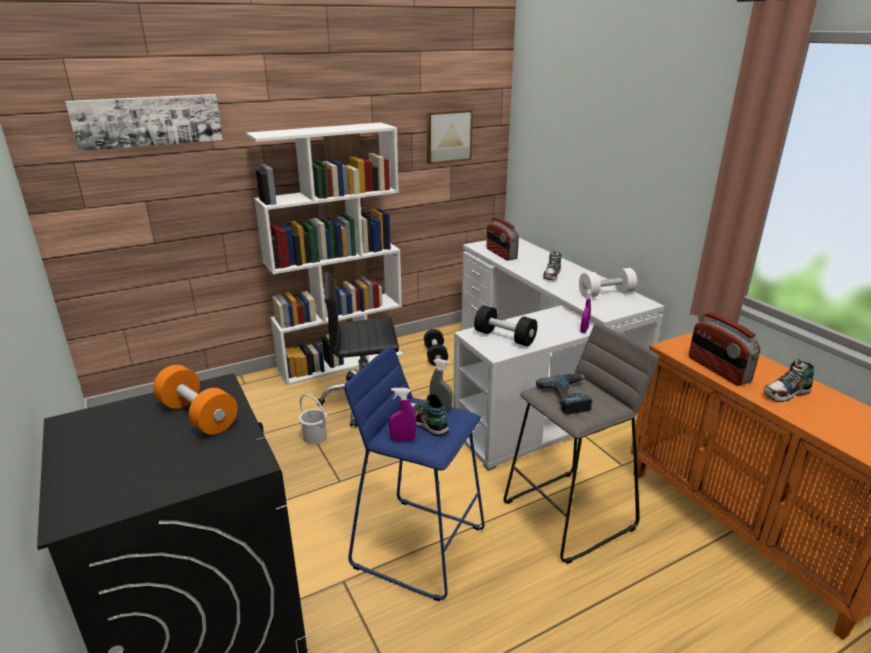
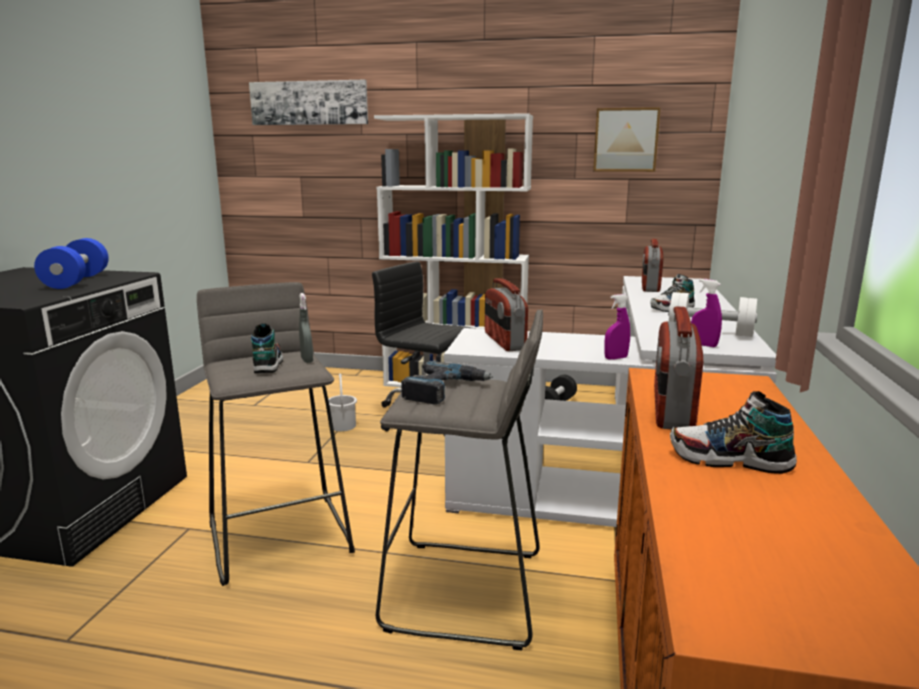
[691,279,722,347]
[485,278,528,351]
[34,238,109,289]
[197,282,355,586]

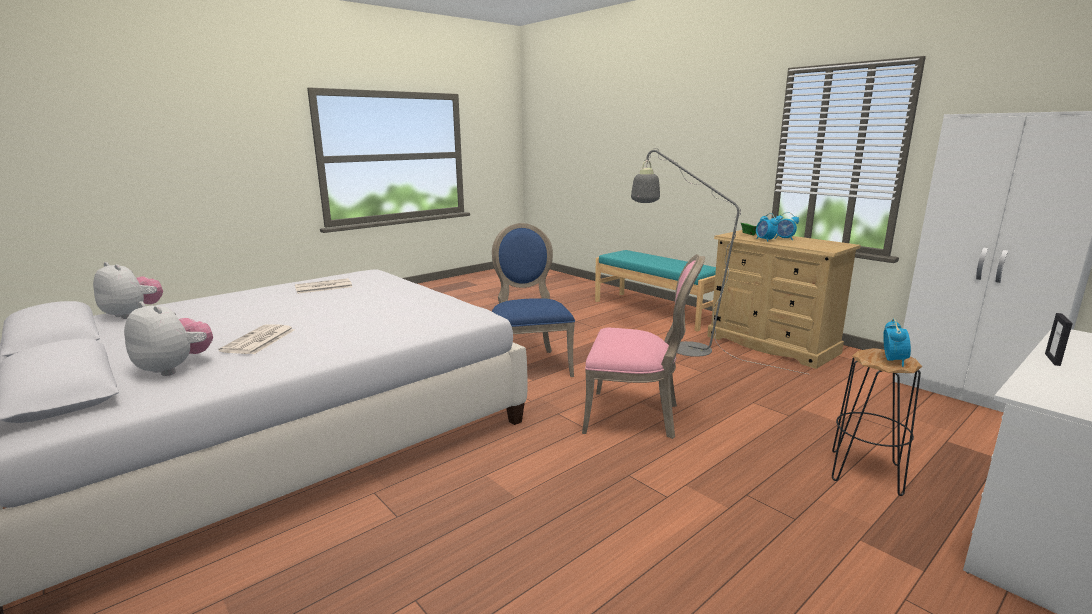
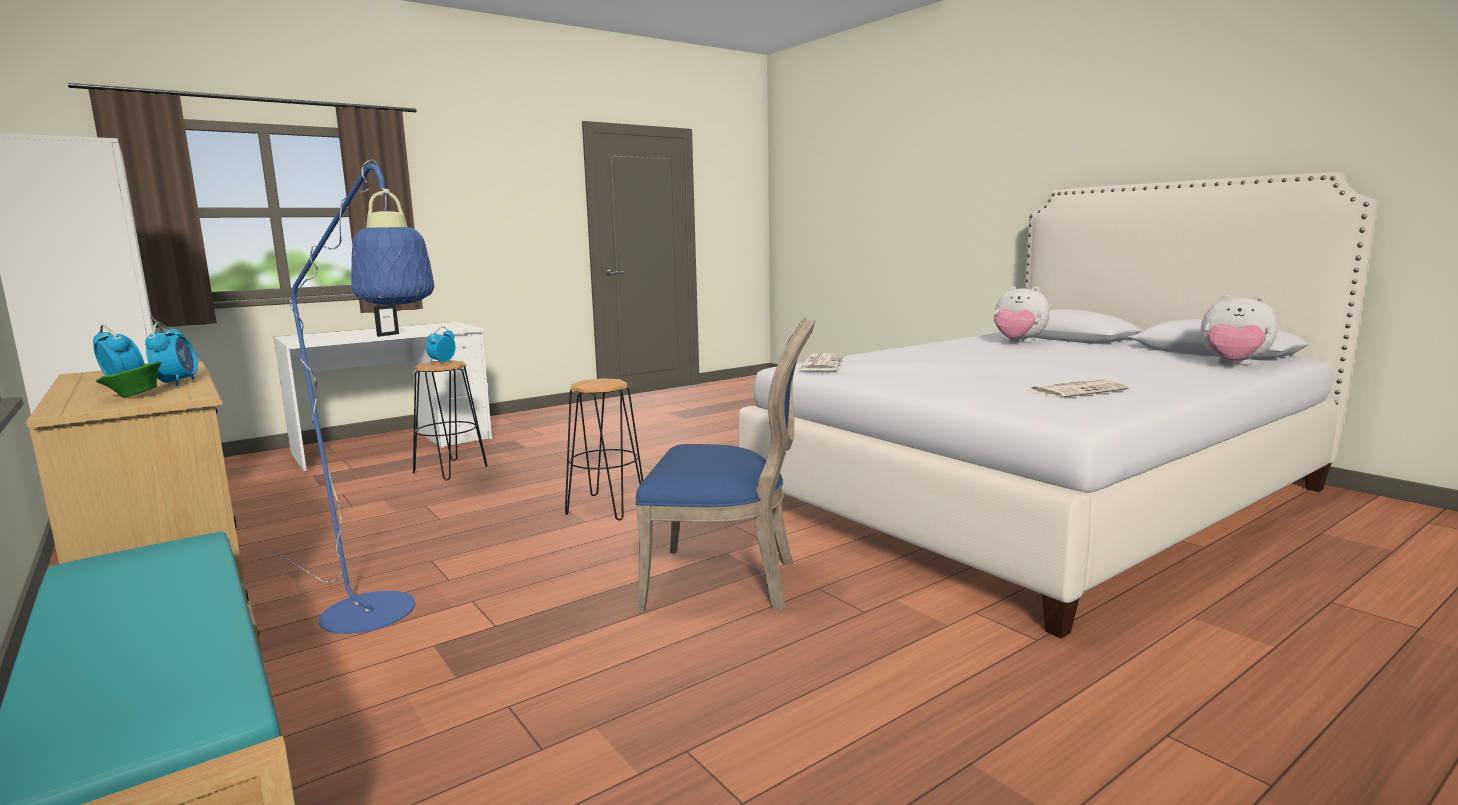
[798,353,843,370]
[565,378,643,520]
[274,160,435,634]
[635,317,815,612]

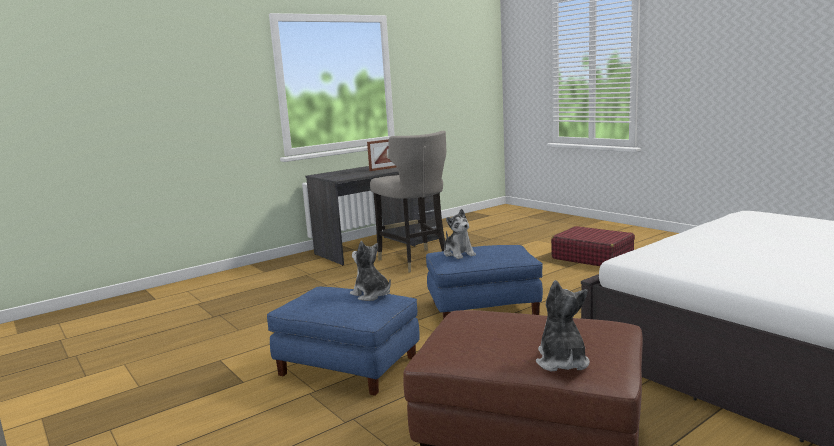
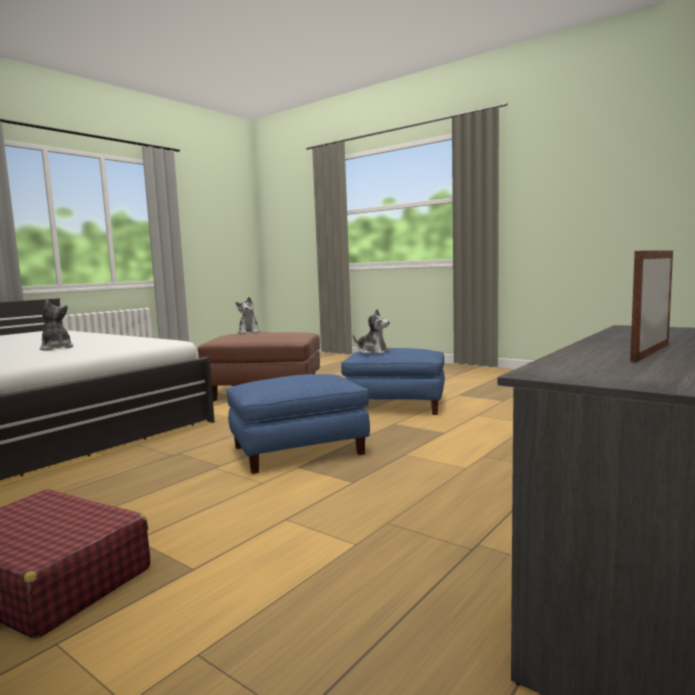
[370,131,446,272] (first image)
[40,300,74,350]

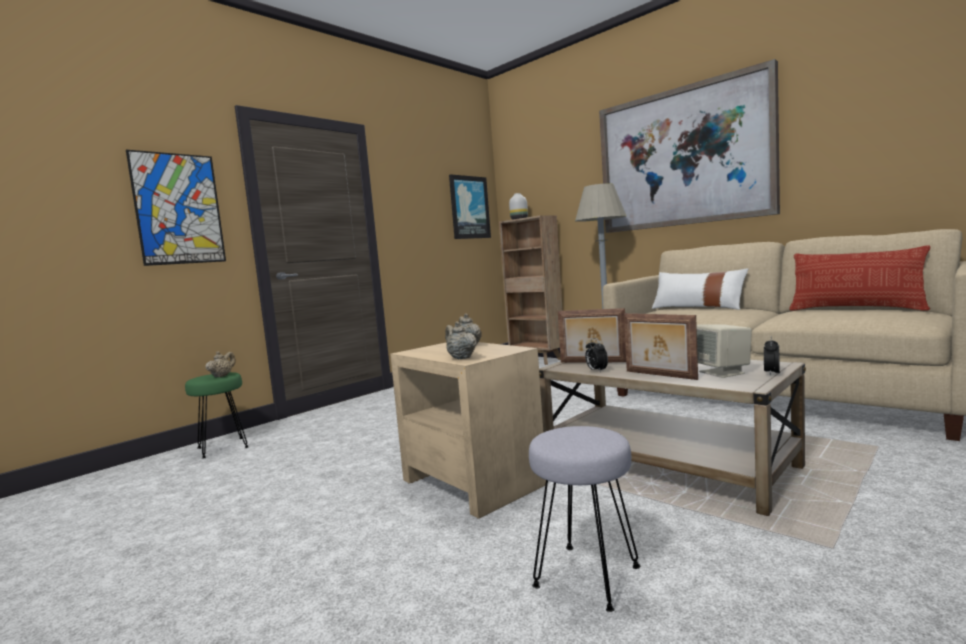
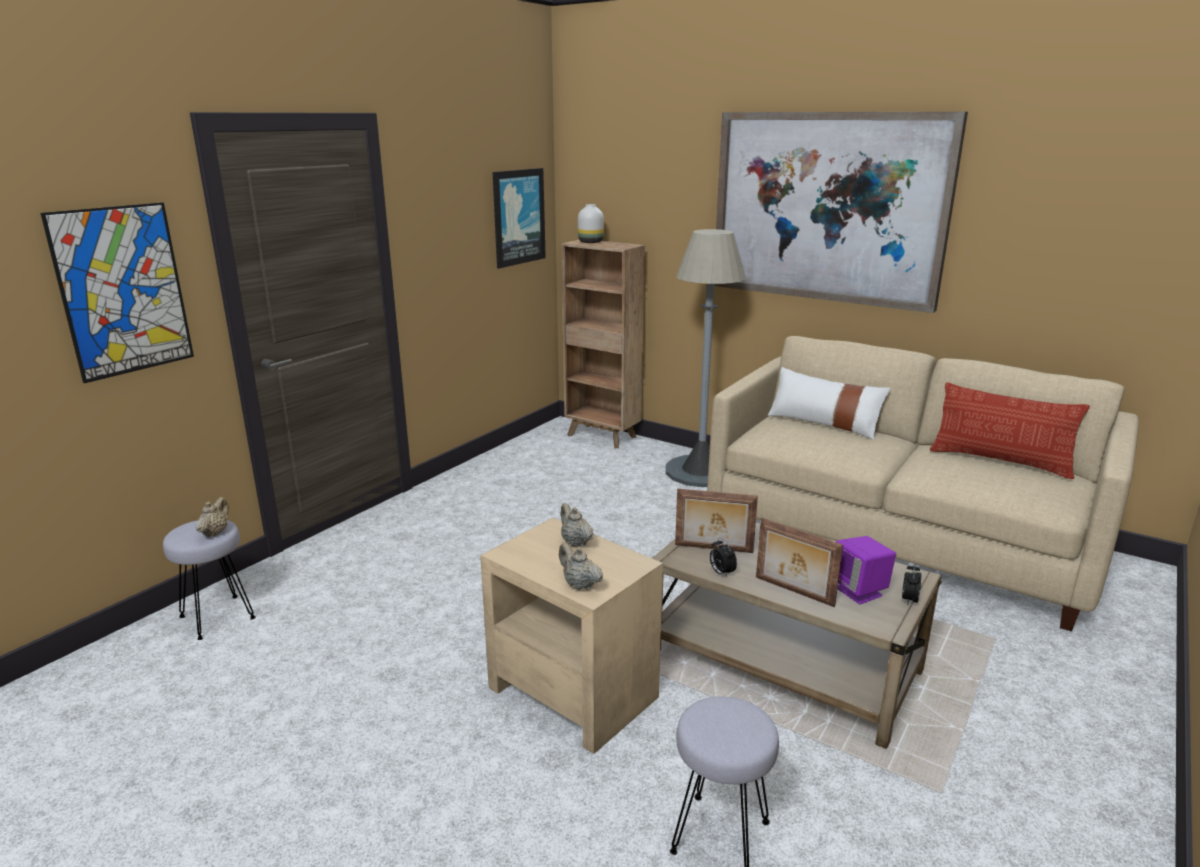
[163,520,256,640]
[836,536,896,604]

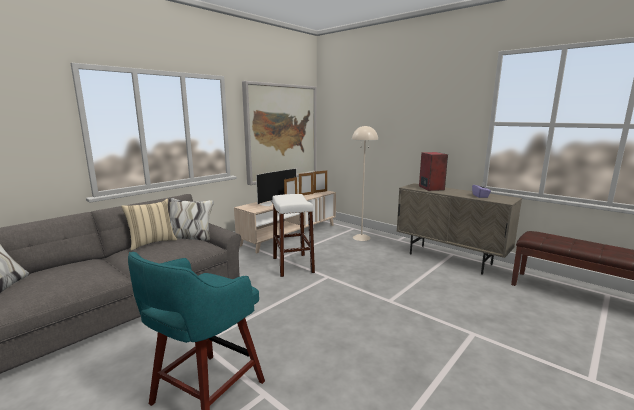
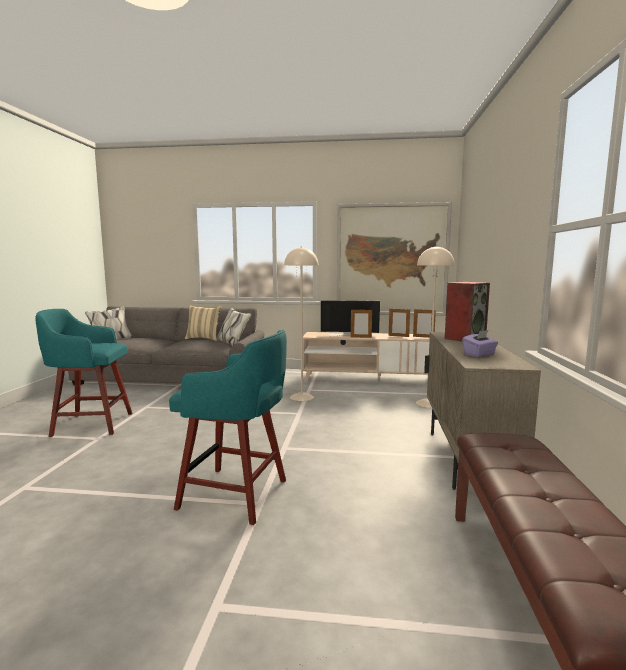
[169,330,287,525]
[284,247,319,401]

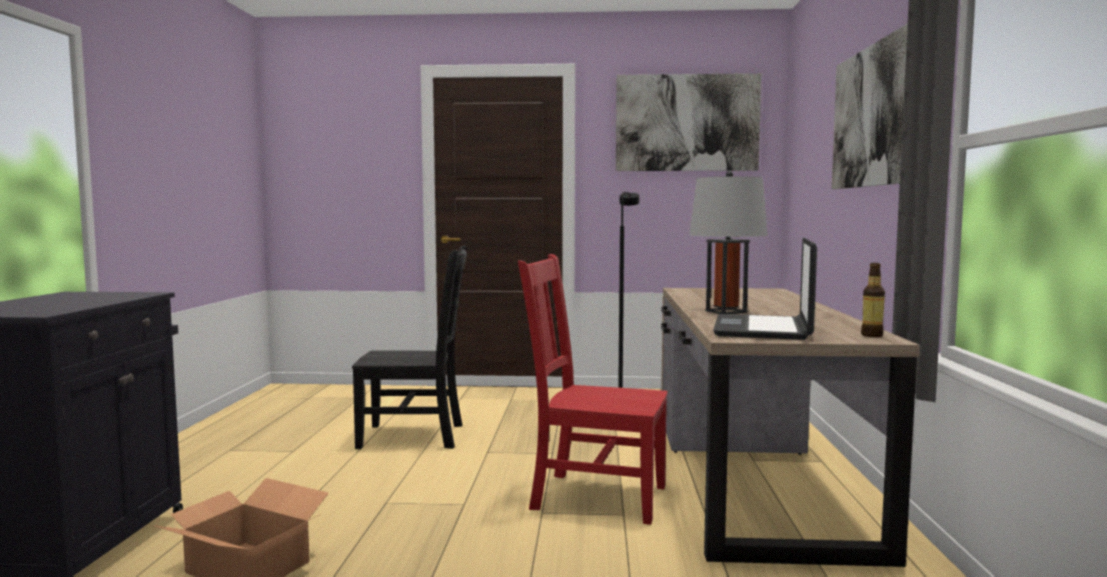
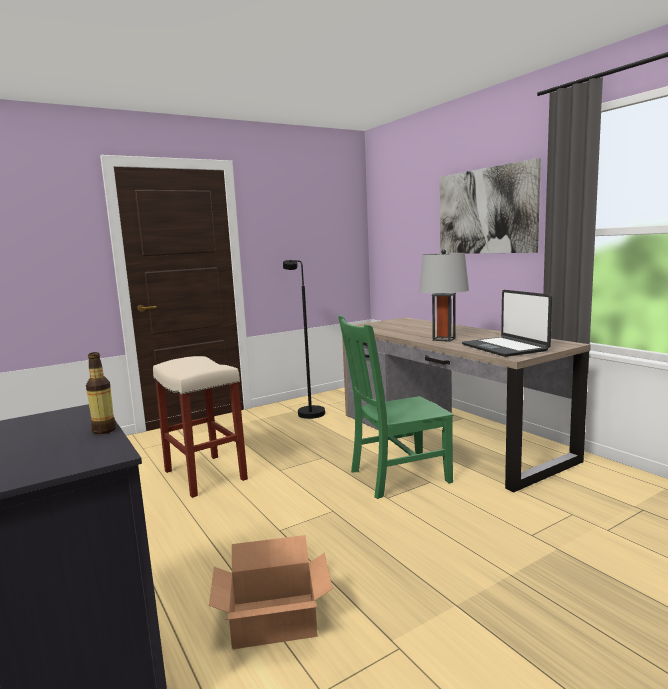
[616,73,761,171] (first image)
[86,352,116,434]
[153,356,248,498]
[338,315,453,499]

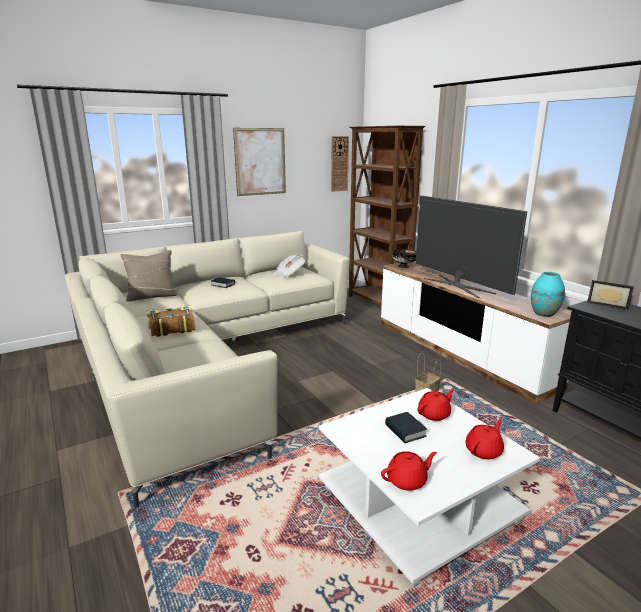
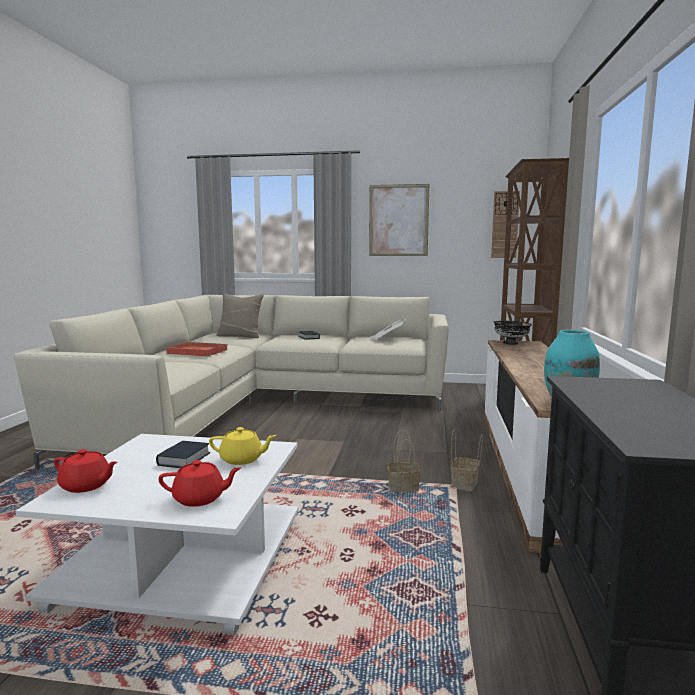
[416,195,527,298] (first image)
[587,280,634,310] (first image)
[451,430,483,491]
[166,342,228,357]
[209,427,276,465]

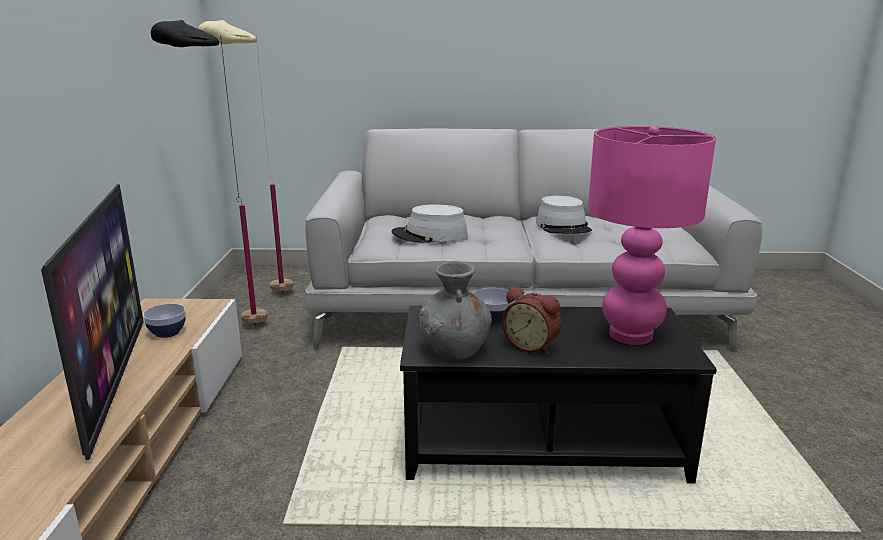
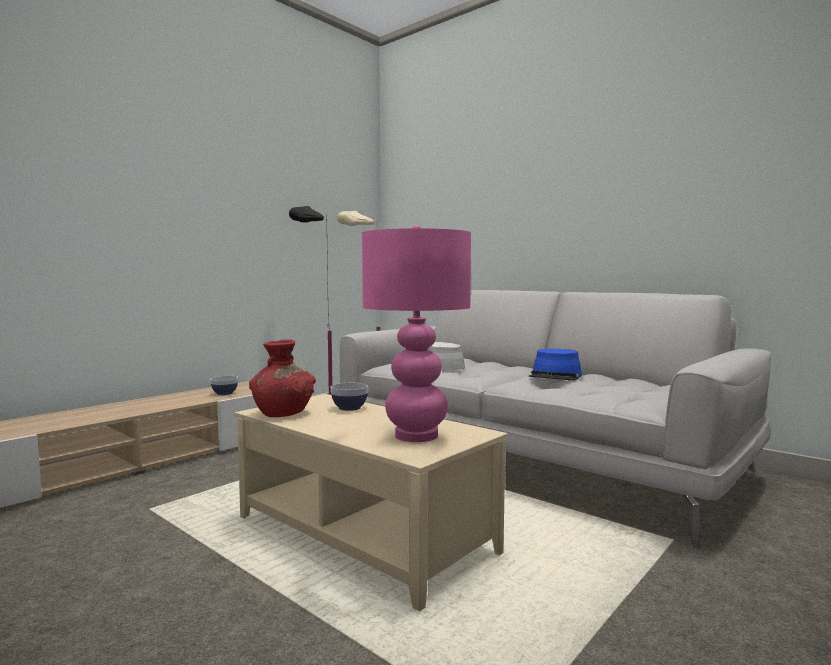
[41,184,144,460] (first image)
[502,287,562,354] (first image)
[235,394,508,611]
[249,339,316,417]
[528,349,582,381]

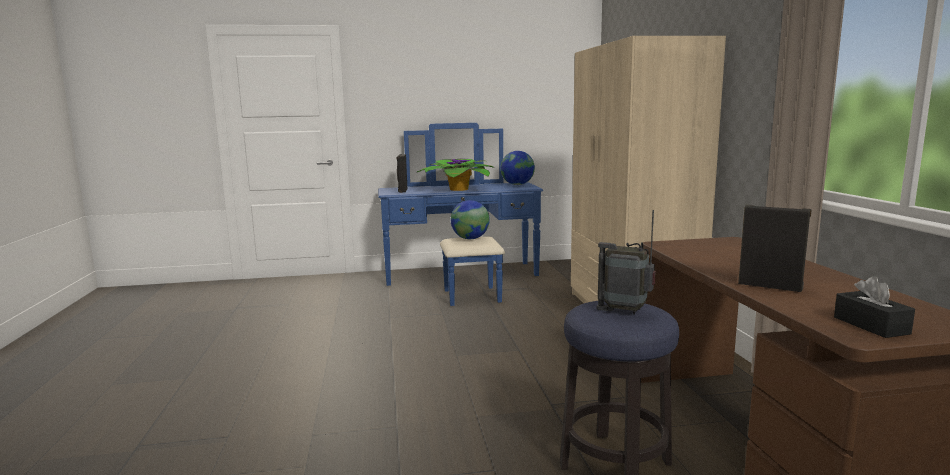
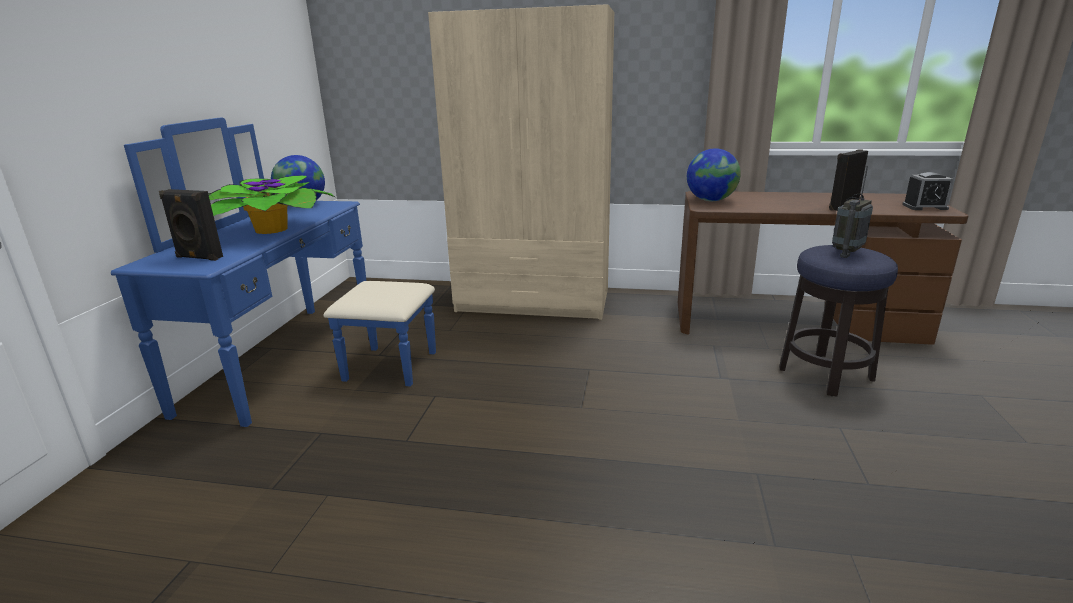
[687,148,741,201]
[902,172,954,210]

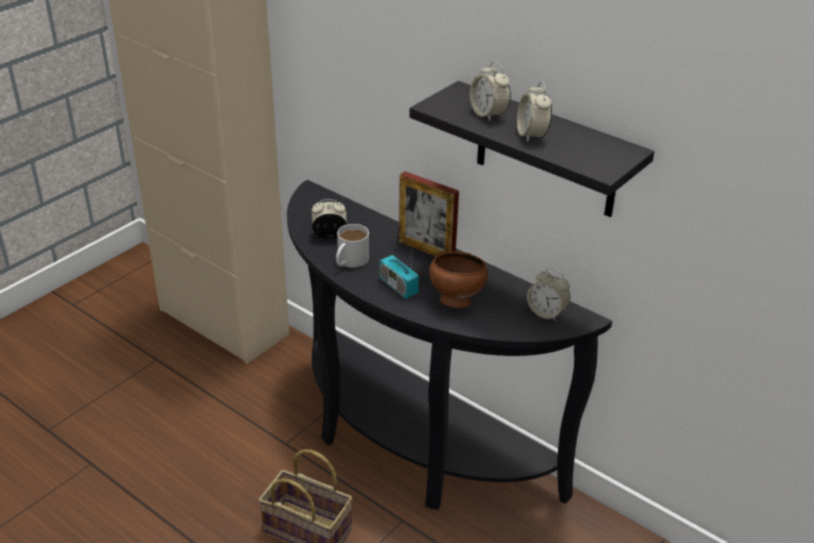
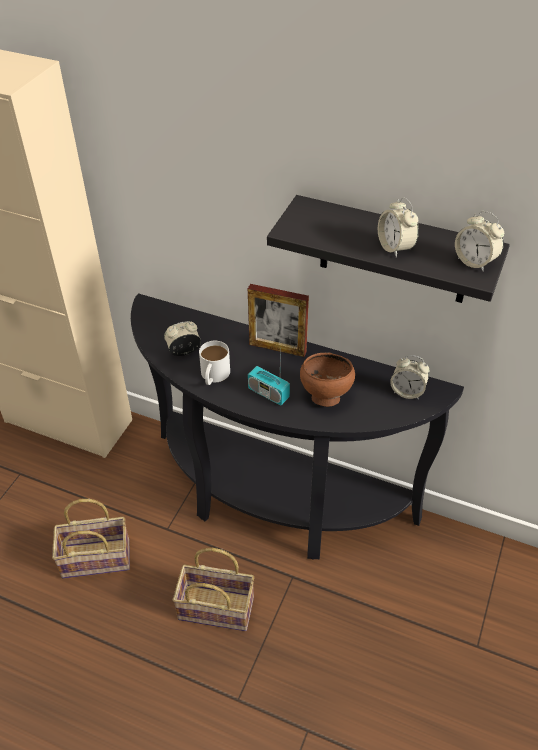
[52,499,130,579]
[455,211,504,272]

